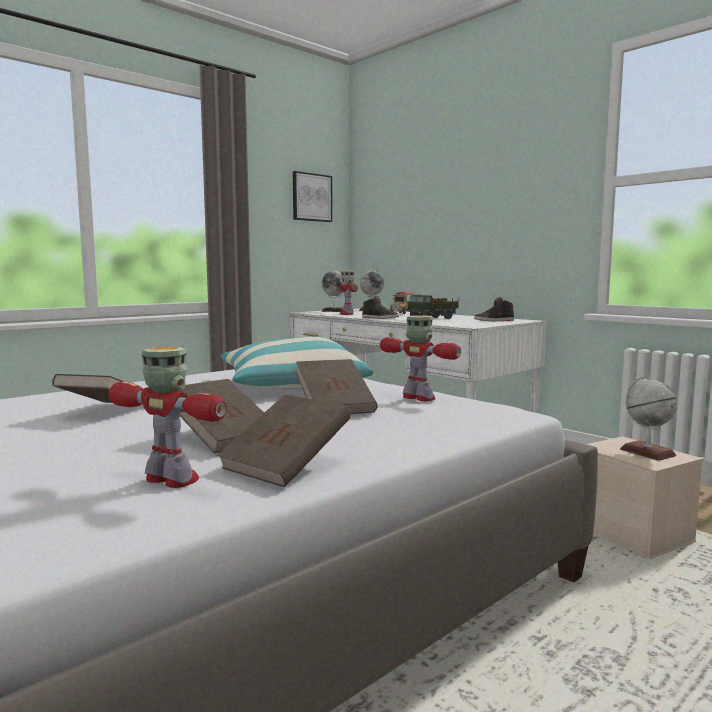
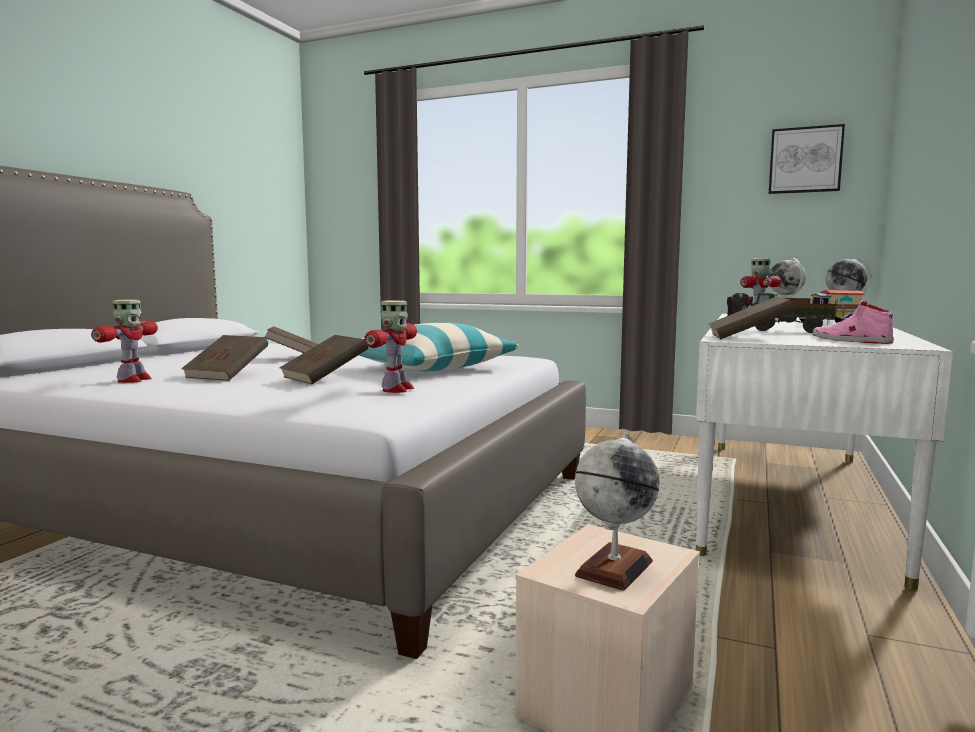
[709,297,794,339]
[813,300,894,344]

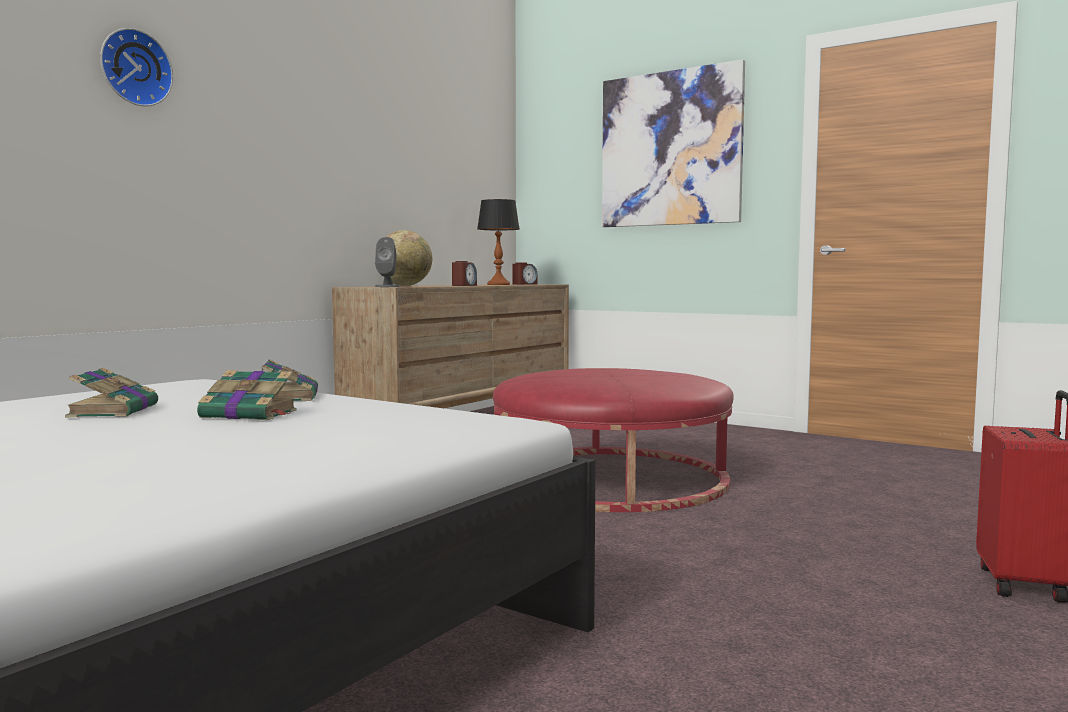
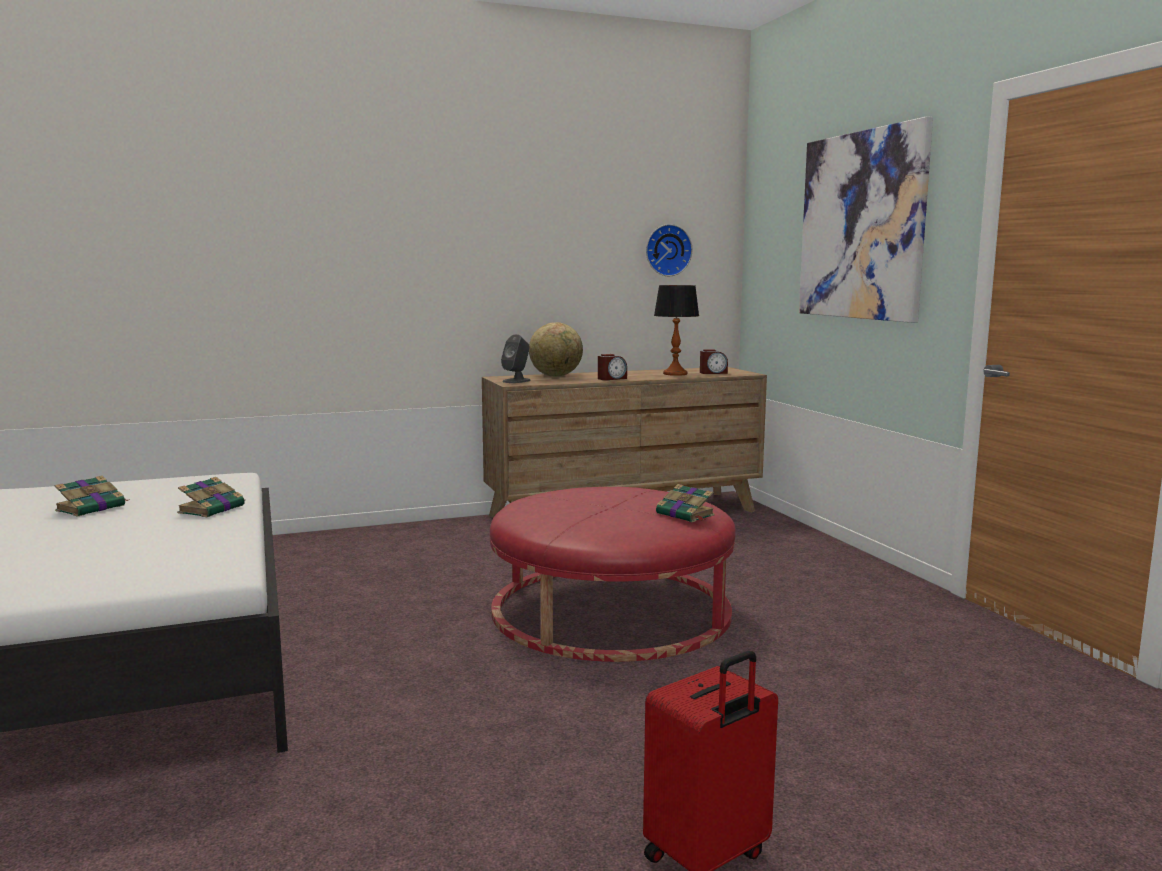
[646,224,692,276]
[656,484,715,522]

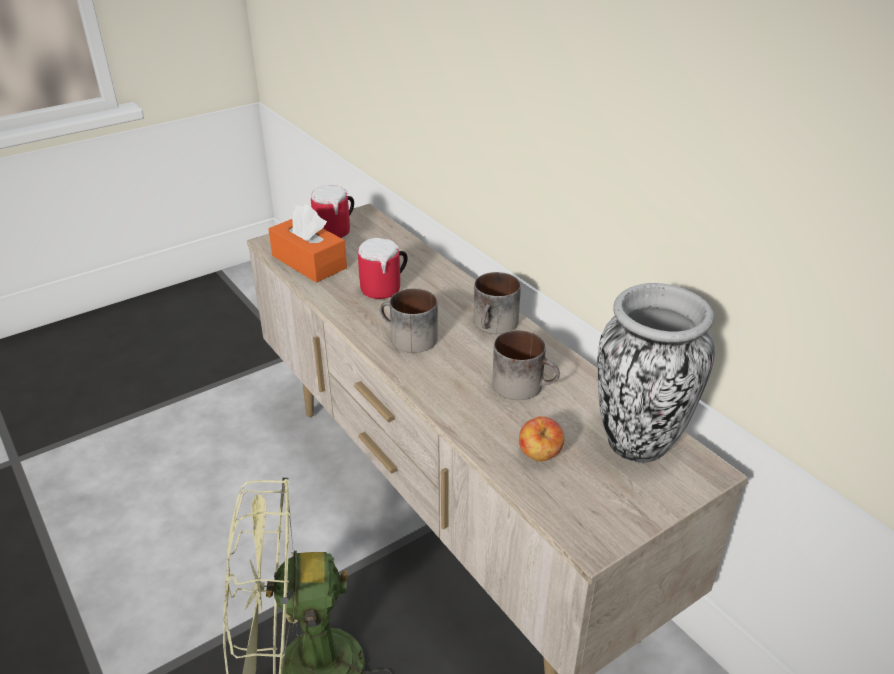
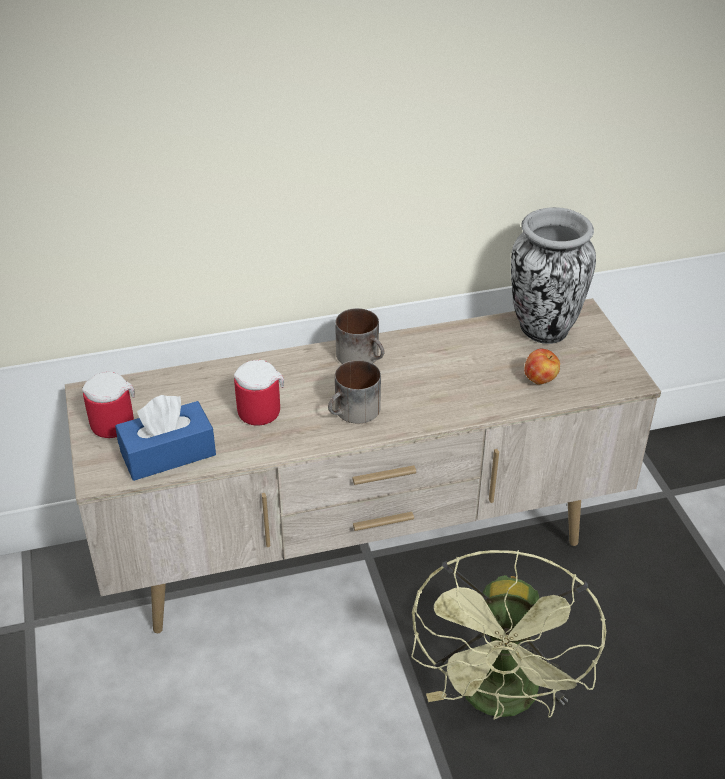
[492,330,560,400] (first image)
[115,395,216,481]

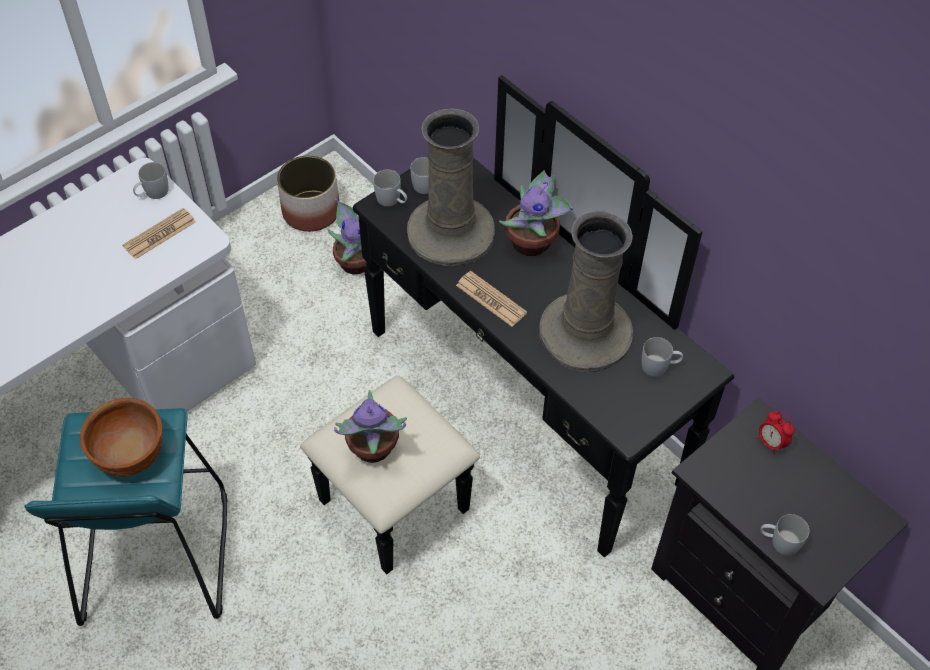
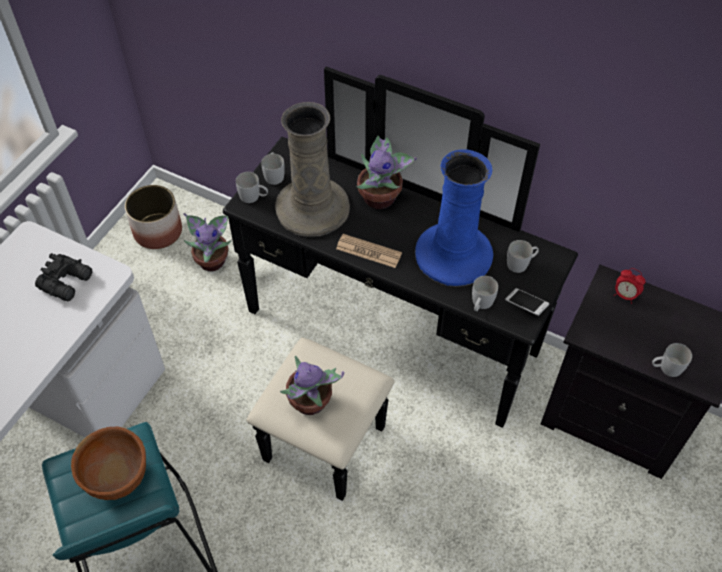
[505,288,549,316]
[472,276,498,311]
[35,253,92,301]
[415,149,493,287]

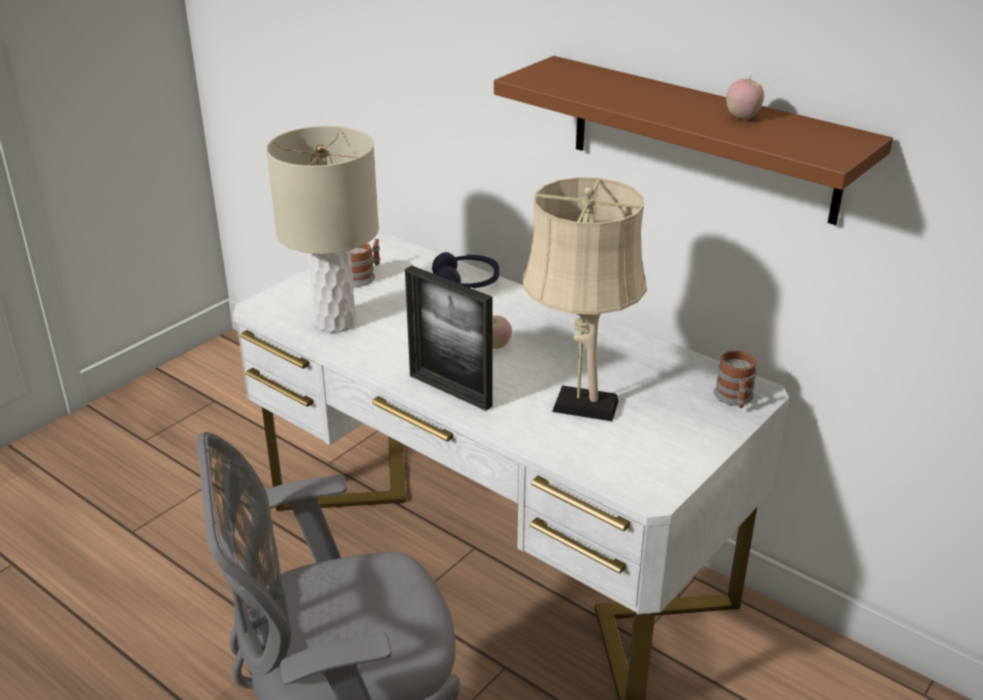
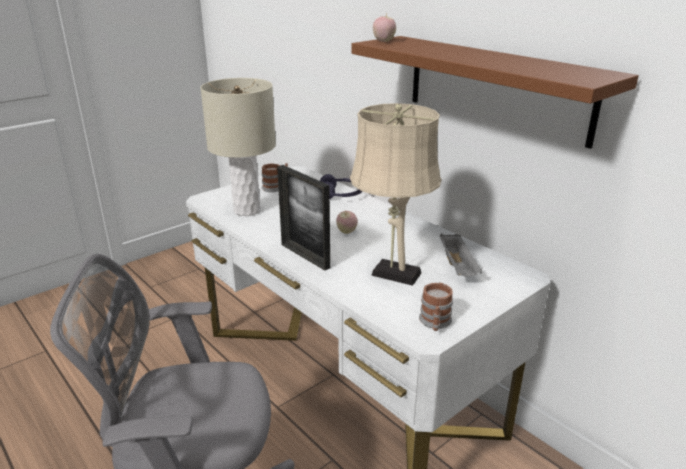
[440,233,482,277]
[419,282,453,331]
[373,13,396,42]

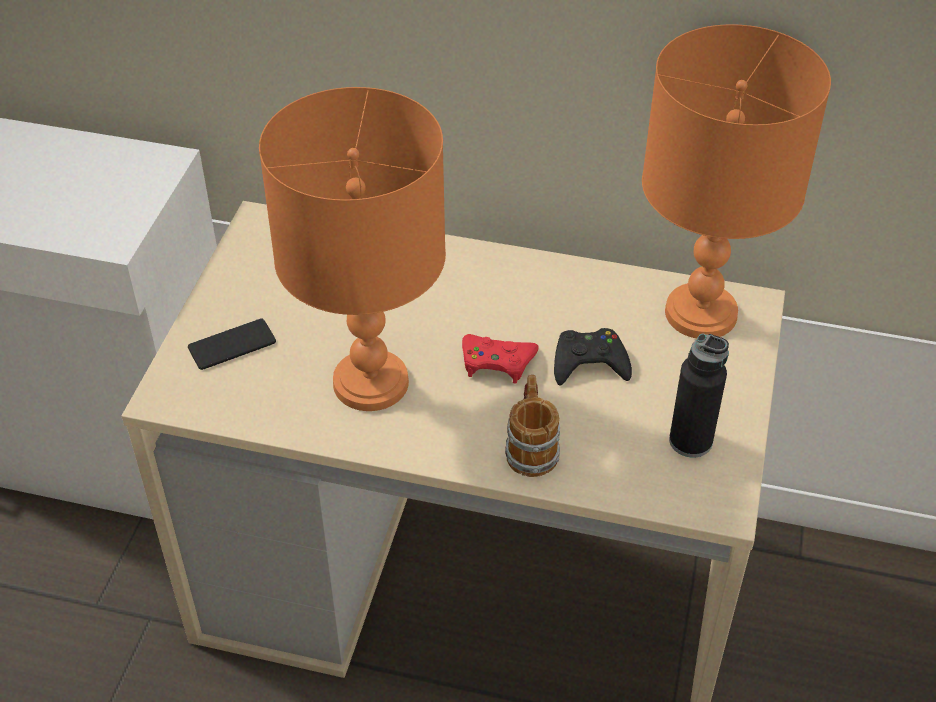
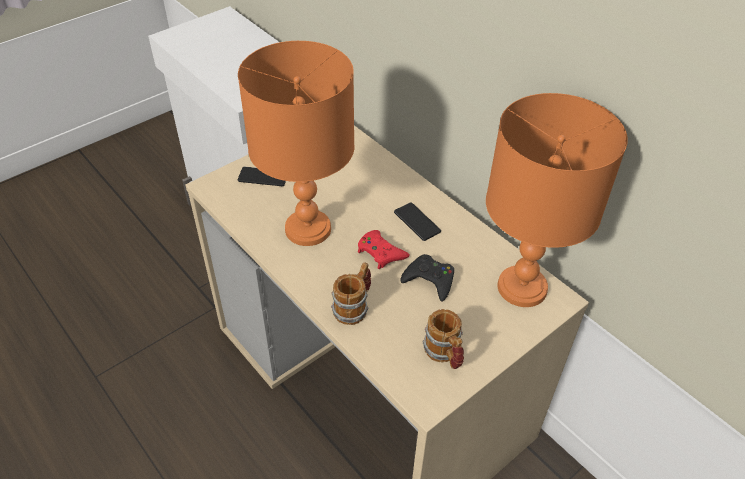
[394,202,441,241]
[422,309,464,369]

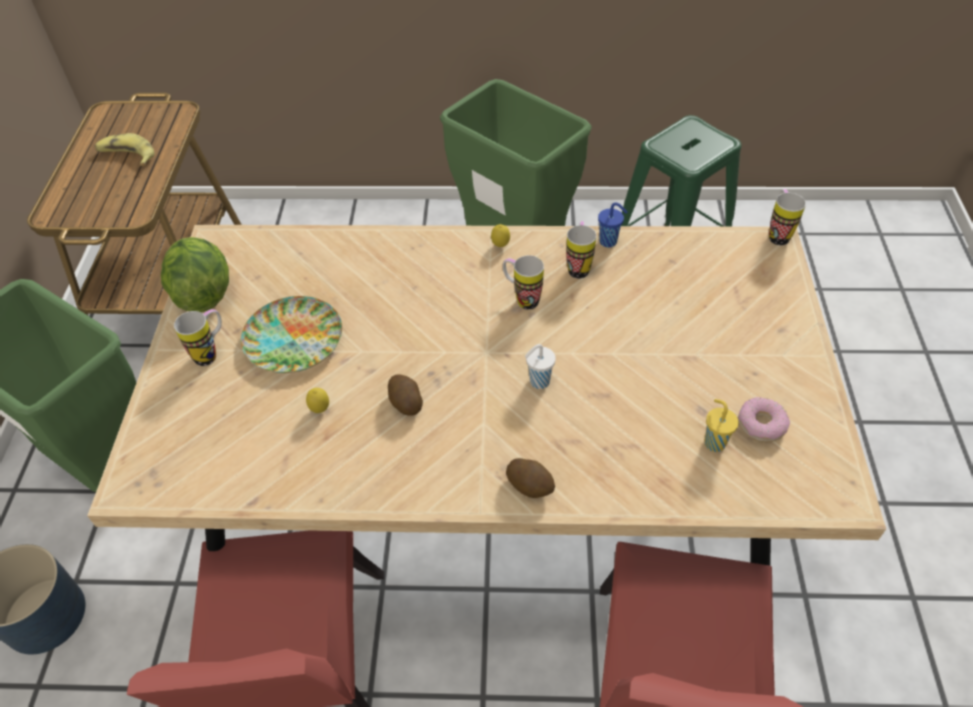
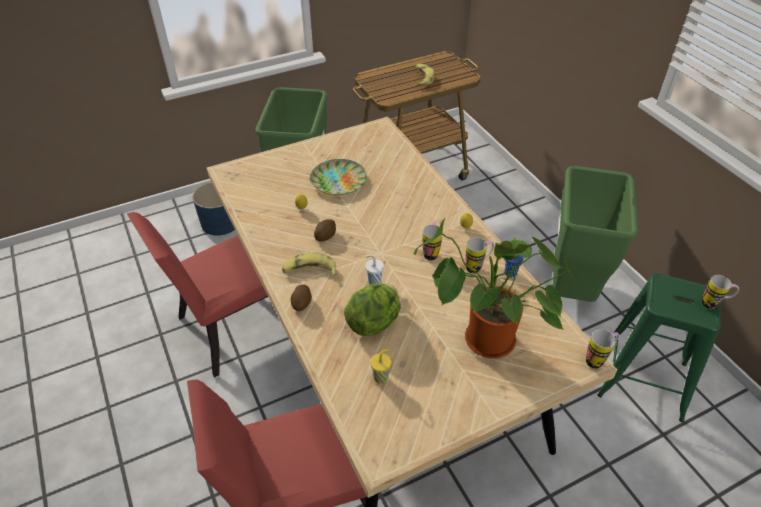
[738,397,790,442] (first image)
[282,252,337,276]
[414,219,574,359]
[344,283,401,336]
[702,275,739,309]

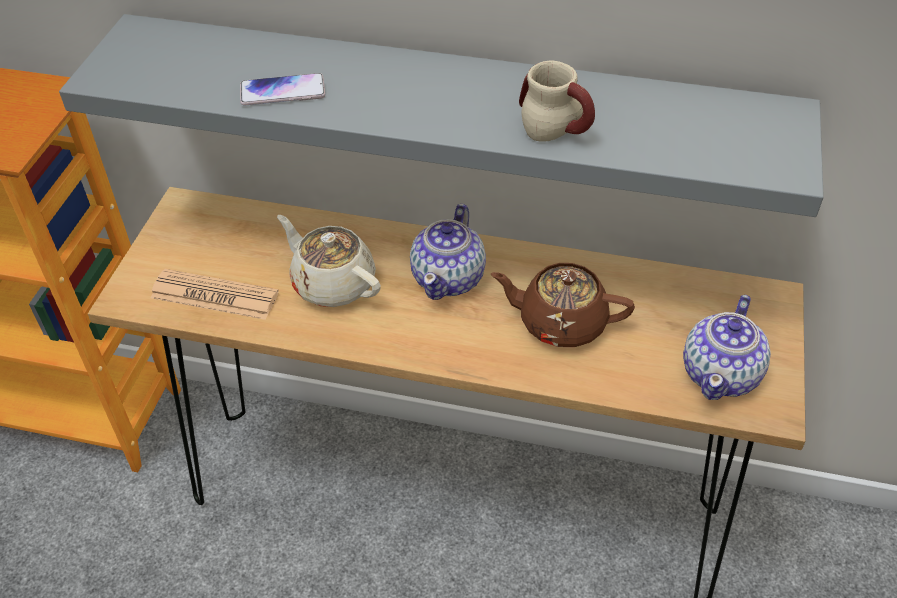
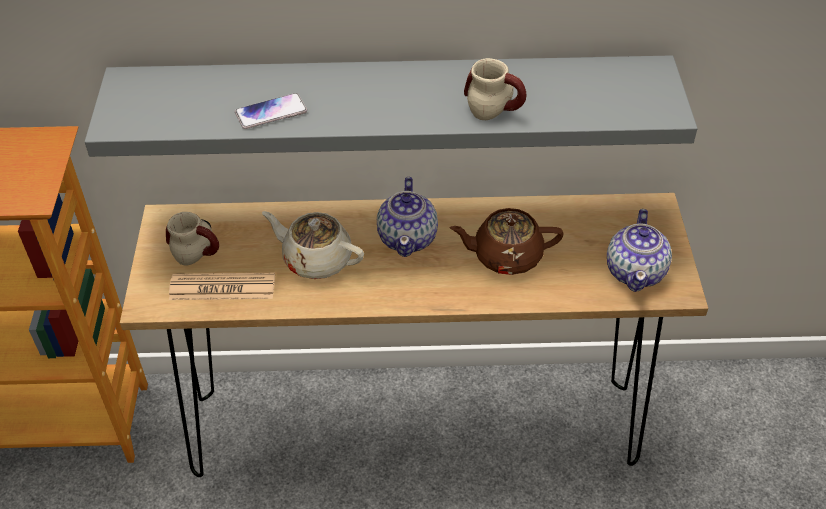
[166,212,219,266]

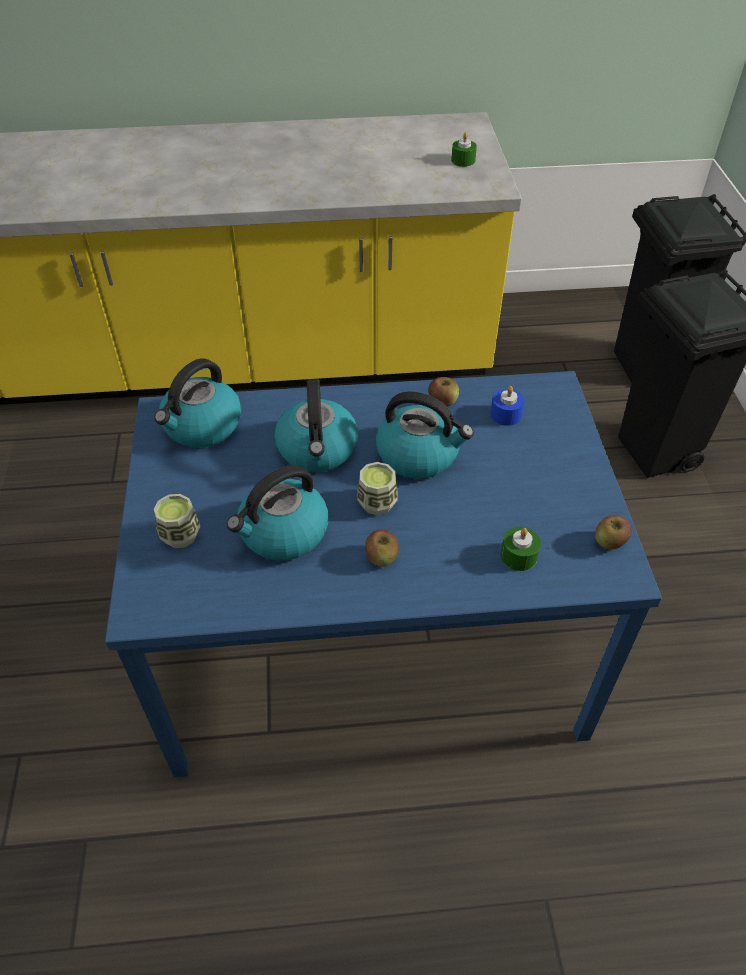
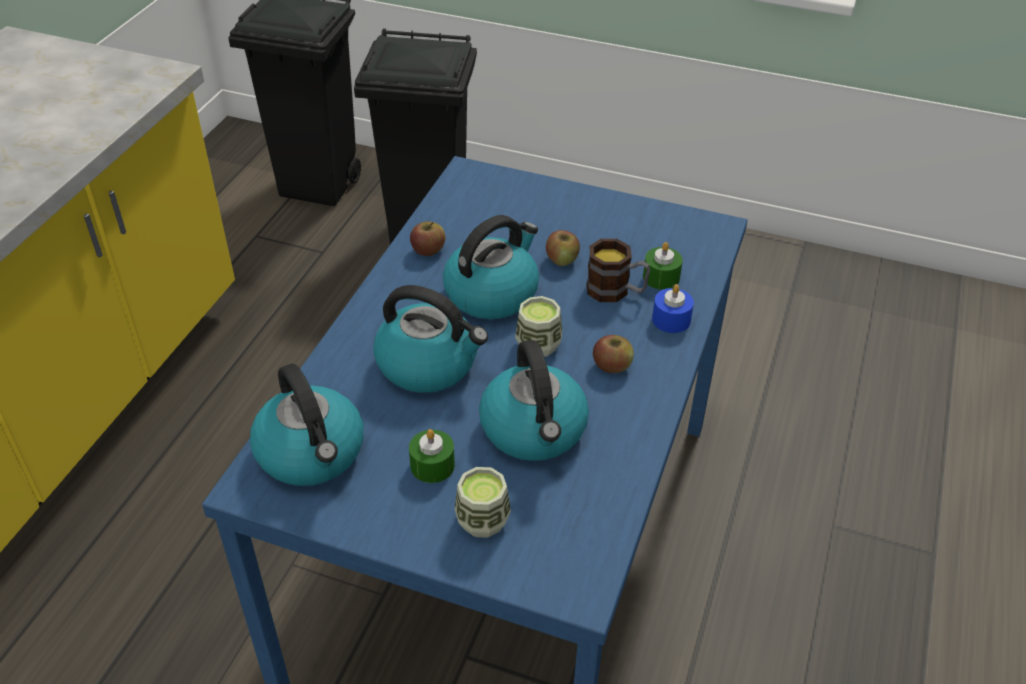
[587,239,650,302]
[409,429,455,483]
[652,284,694,333]
[546,230,580,266]

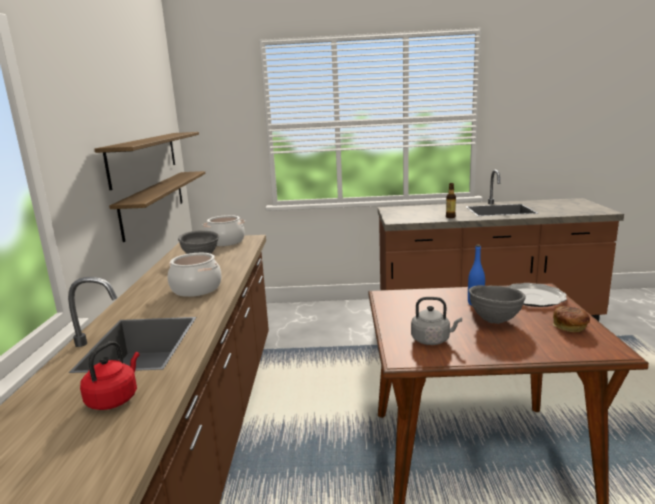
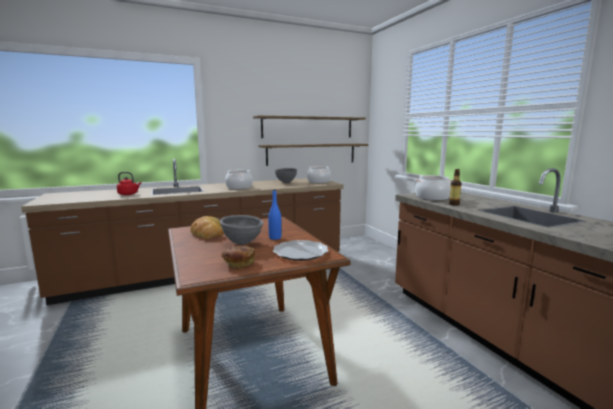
[415,175,453,200]
[190,216,224,239]

